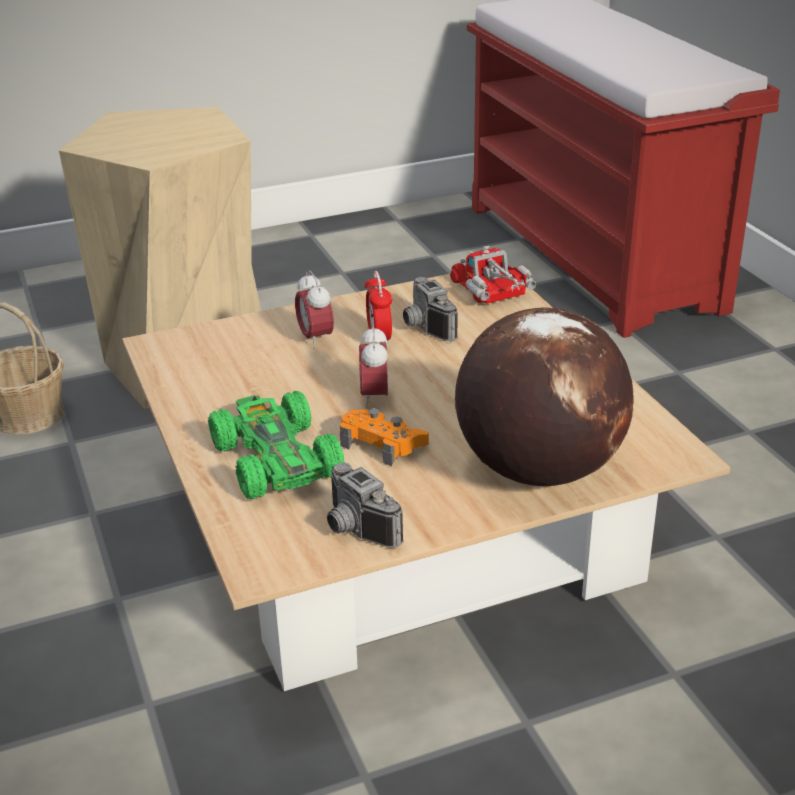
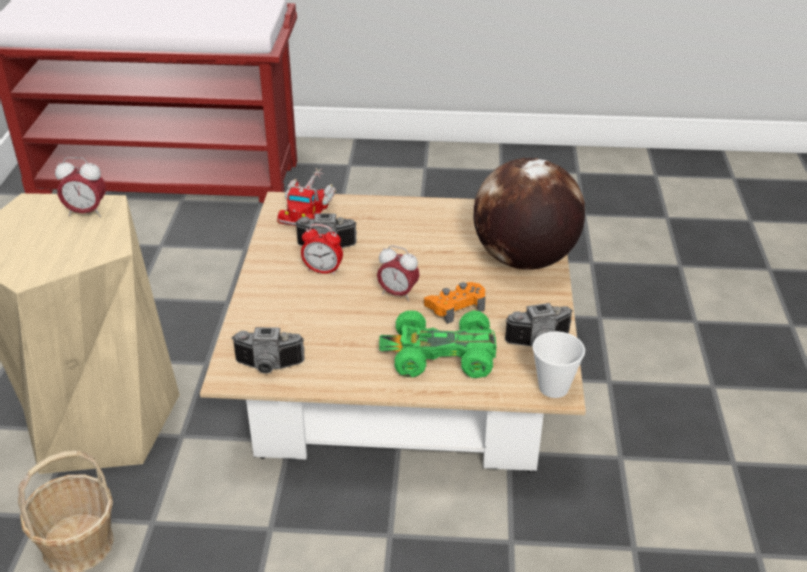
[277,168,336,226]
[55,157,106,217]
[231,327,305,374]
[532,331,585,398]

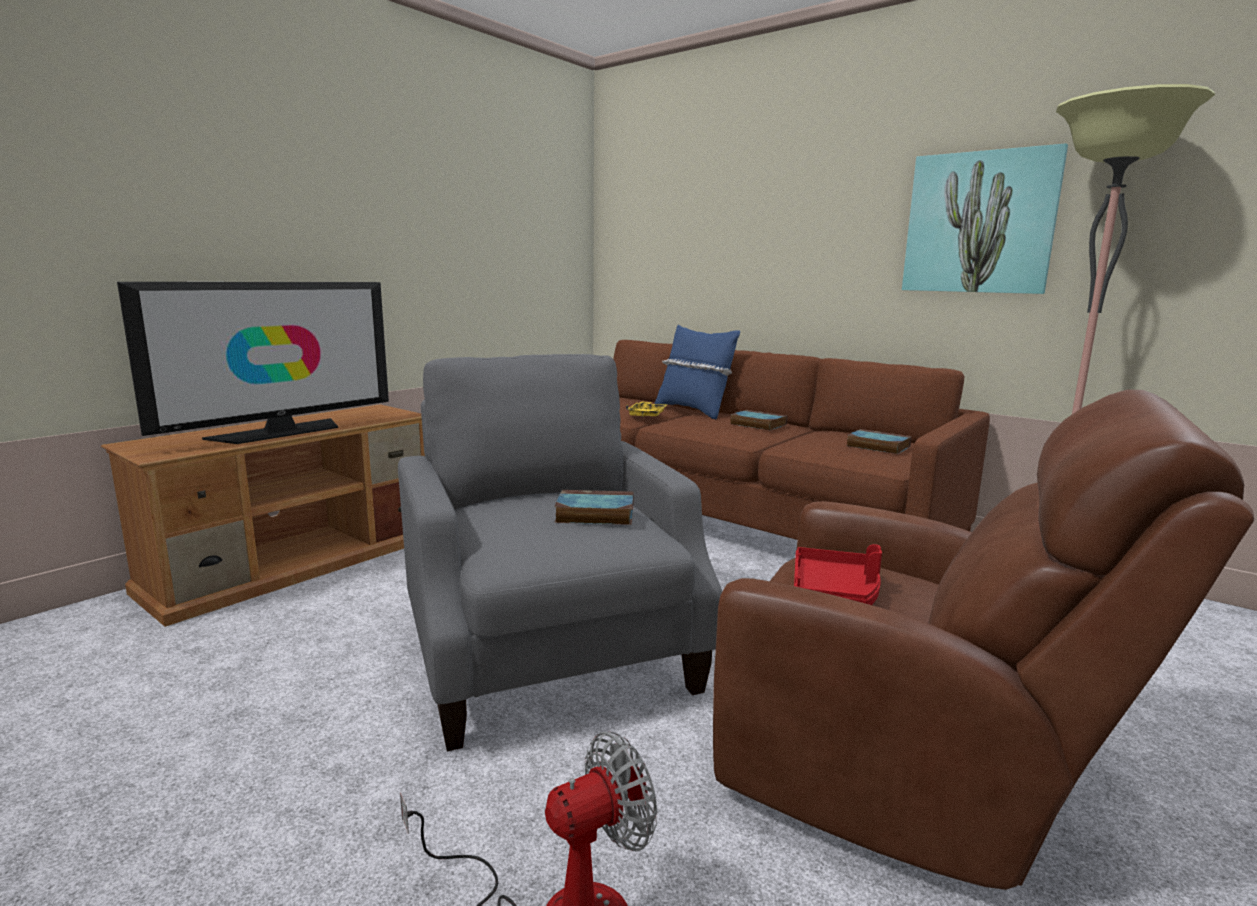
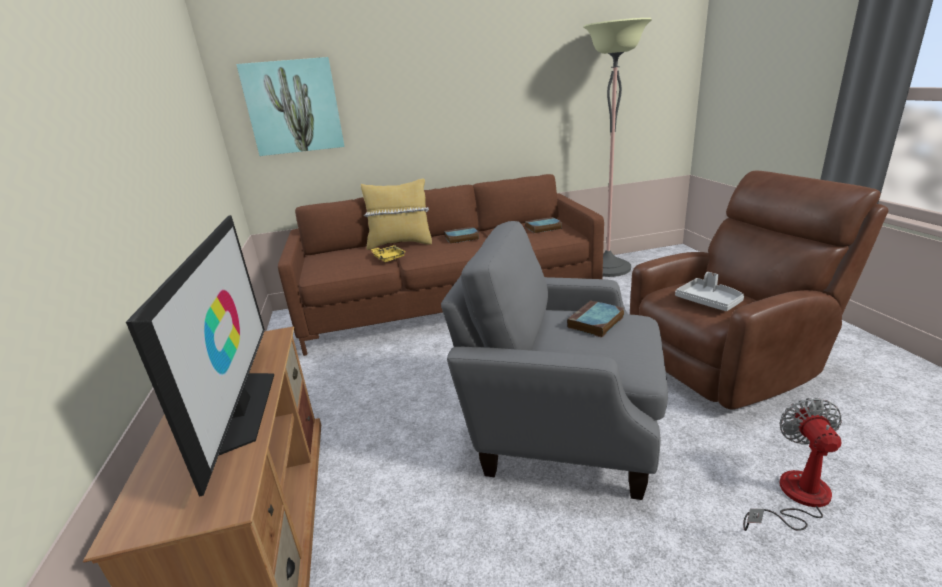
[236,57,345,156]
[361,178,432,250]
[675,272,744,311]

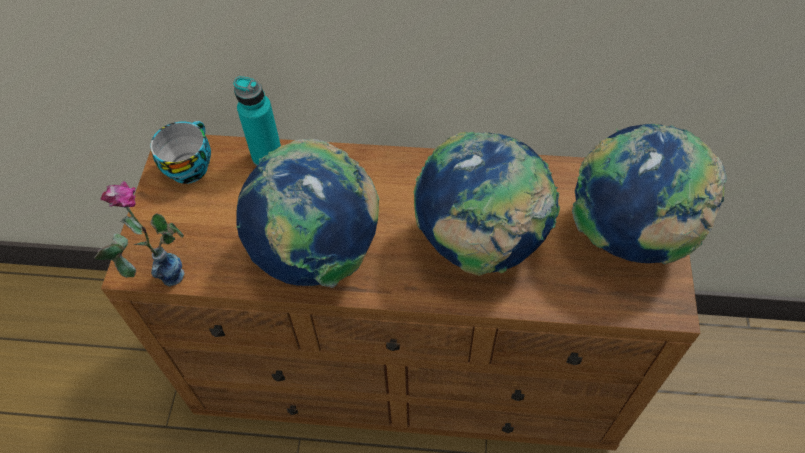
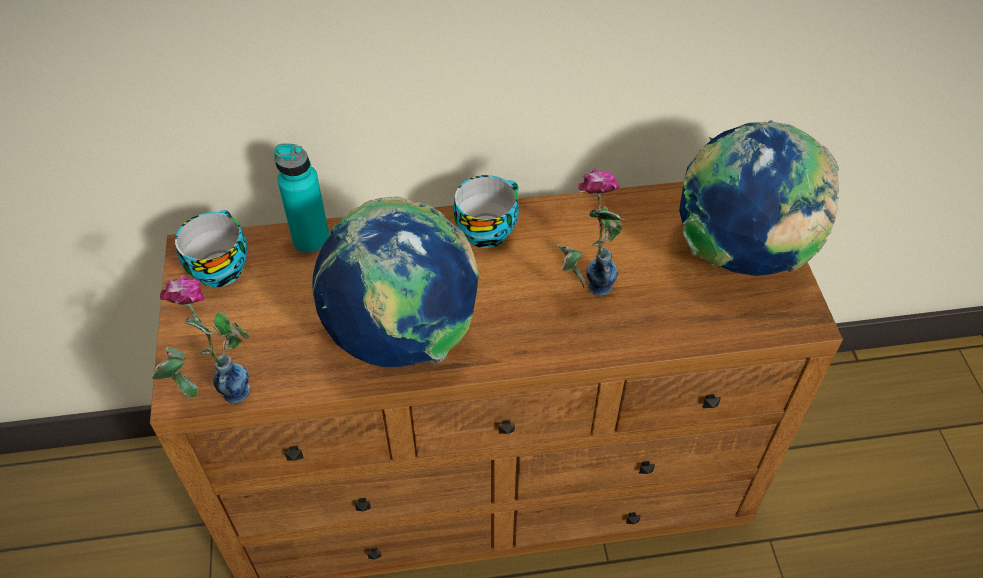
[557,168,625,296]
[454,175,519,248]

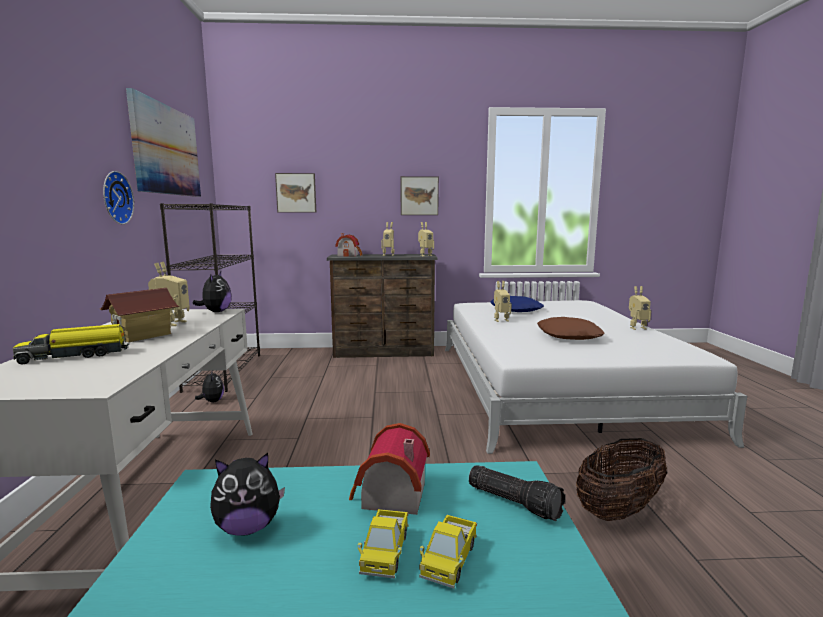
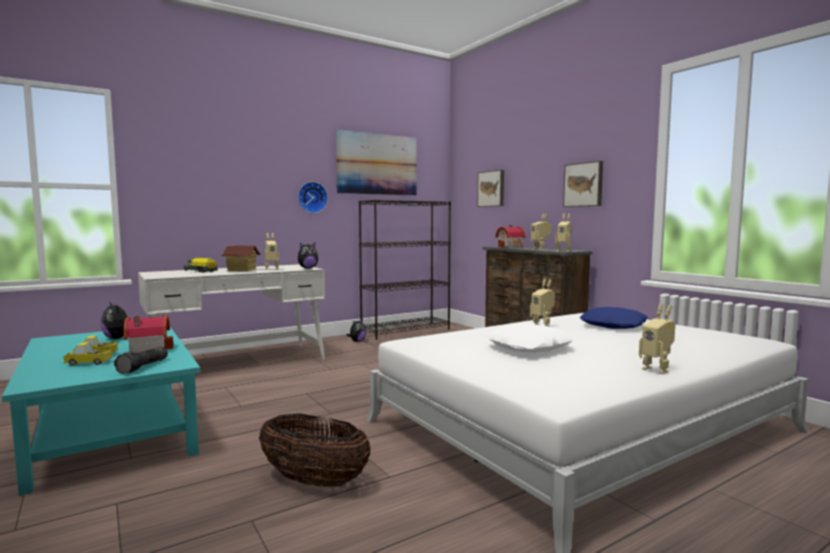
[486,324,573,352]

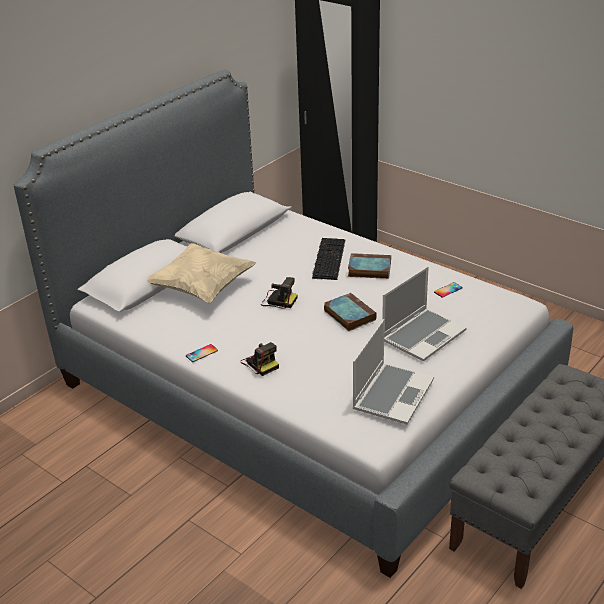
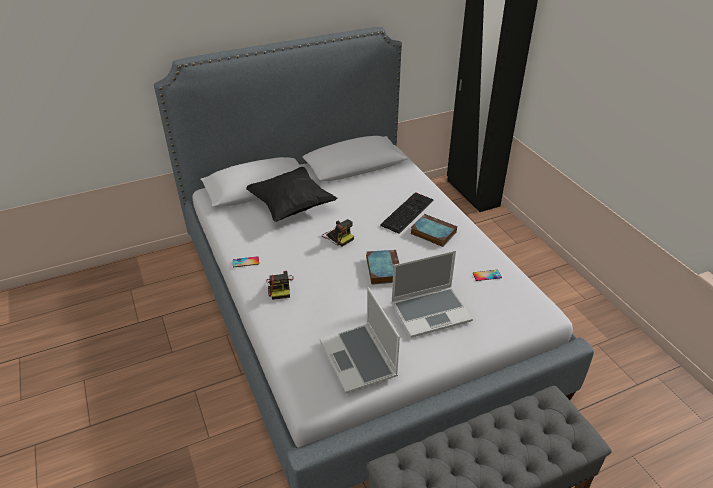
[246,167,338,222]
[320,287,400,393]

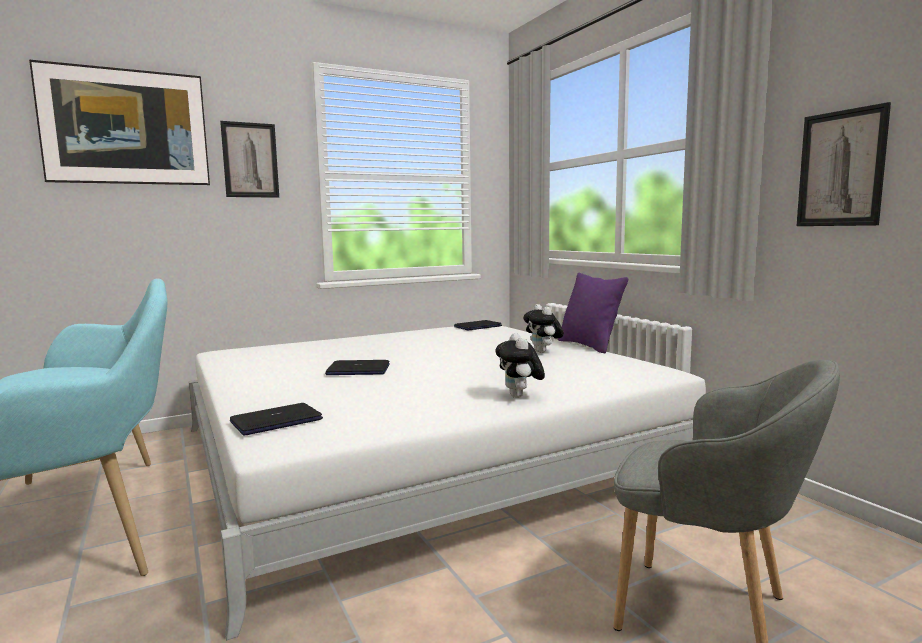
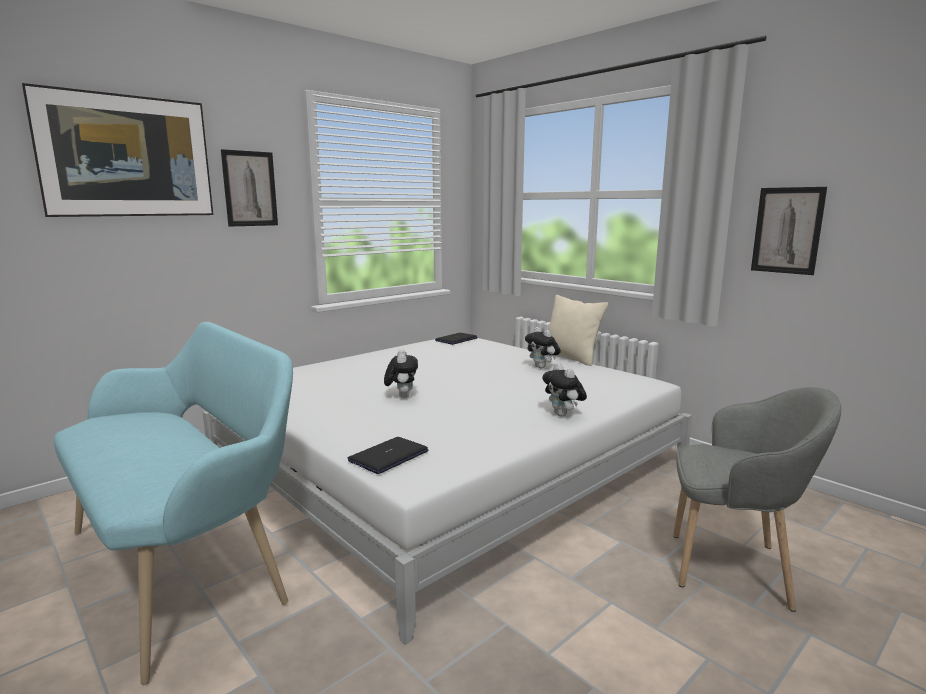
[548,295,608,366]
[384,349,418,398]

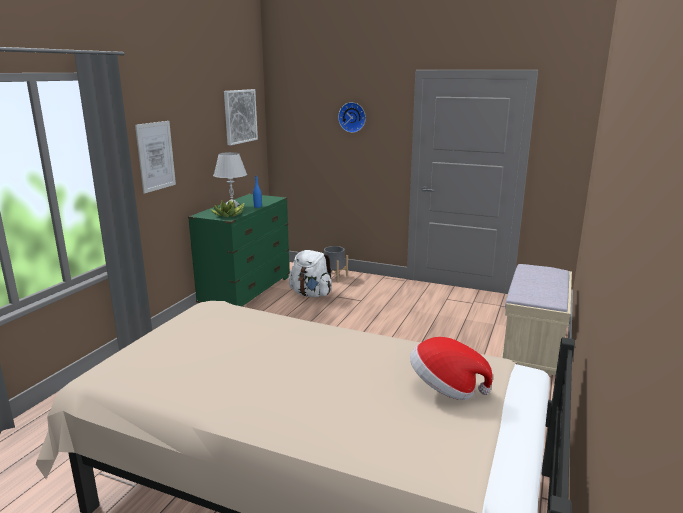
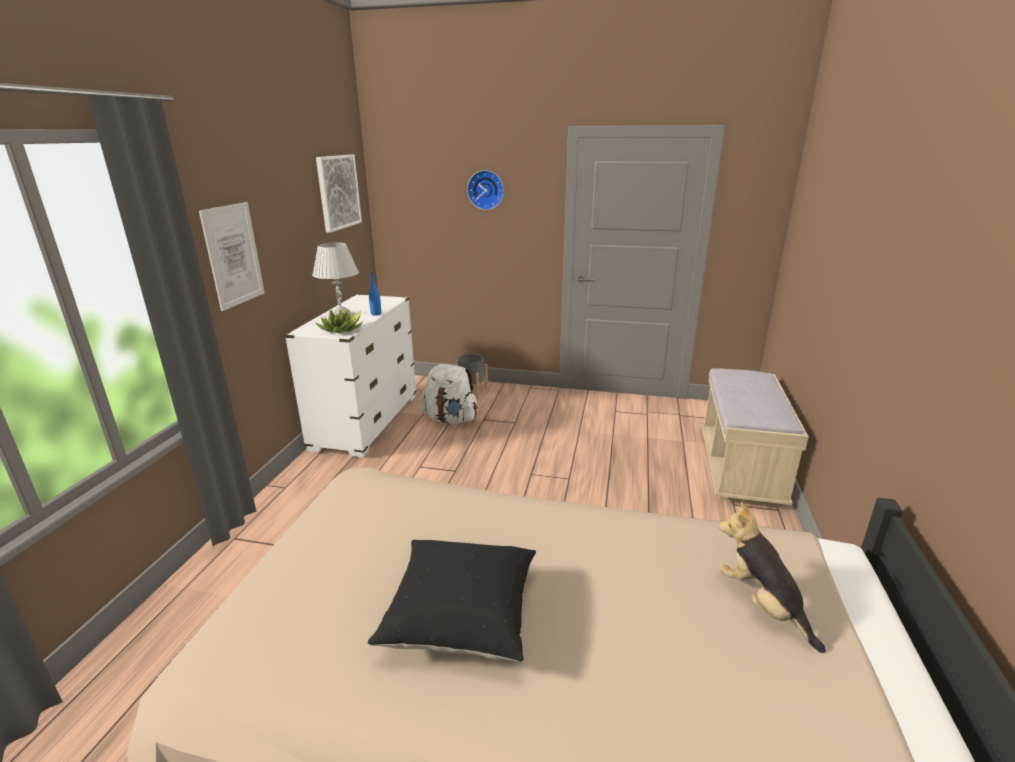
[284,294,417,458]
[719,502,826,653]
[368,540,536,662]

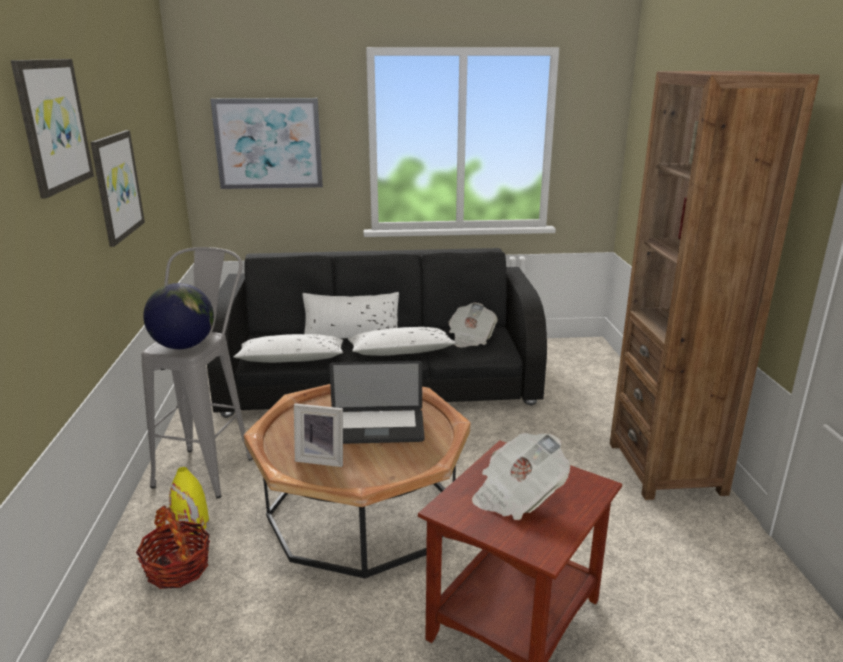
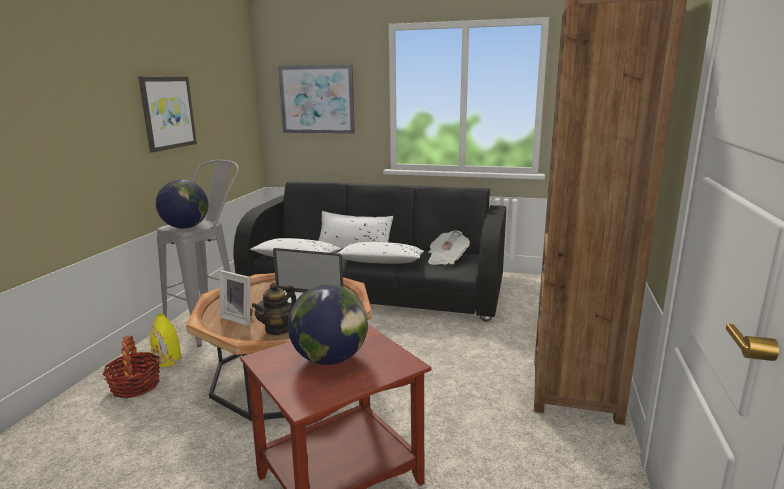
[11,59,94,199] (first image)
[288,284,368,365]
[252,283,296,335]

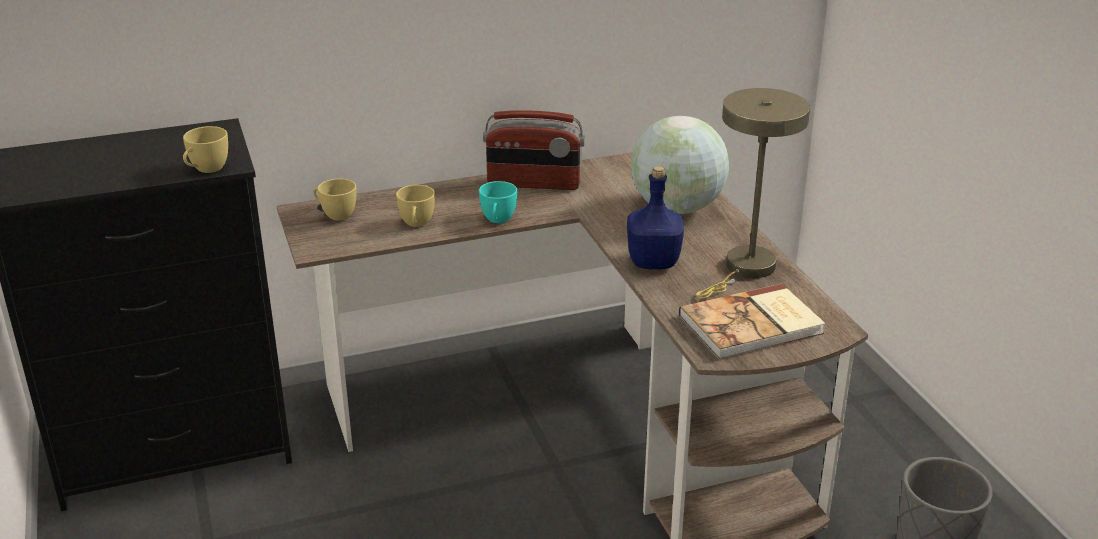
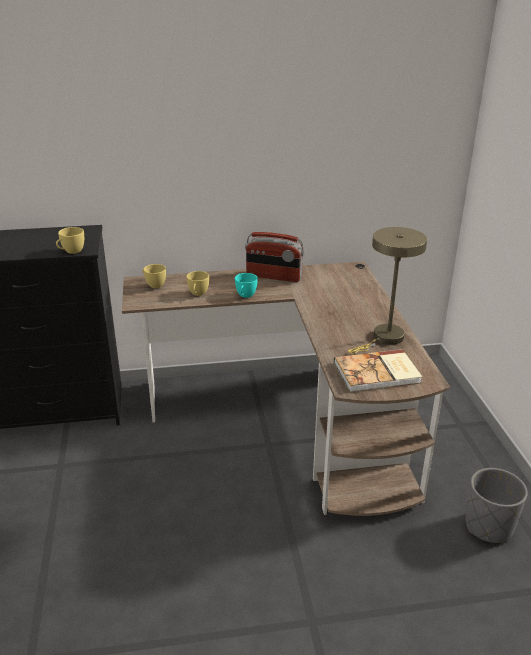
[631,116,729,214] (first image)
[627,166,684,270] (first image)

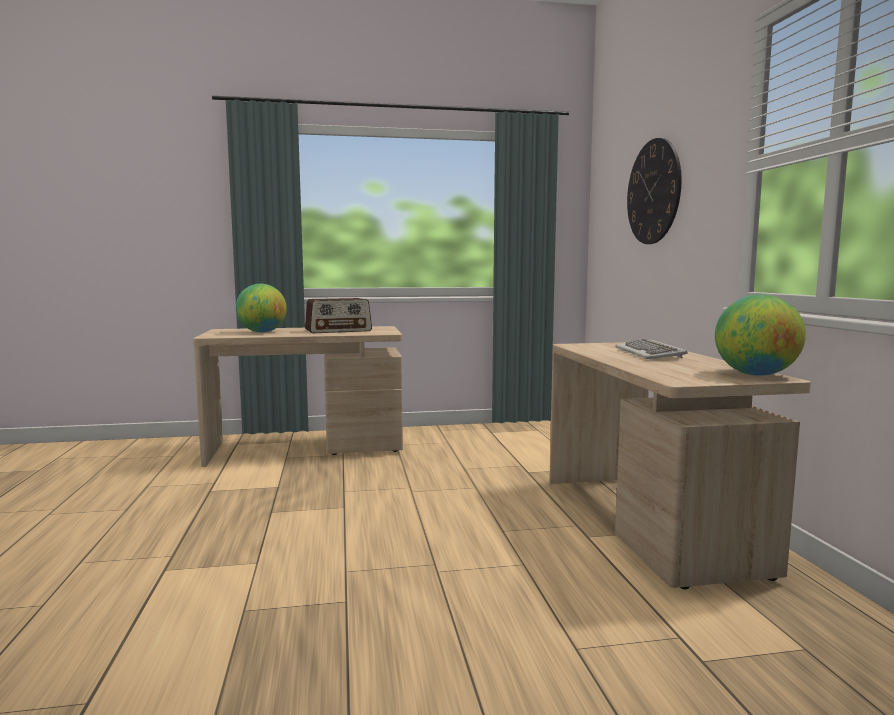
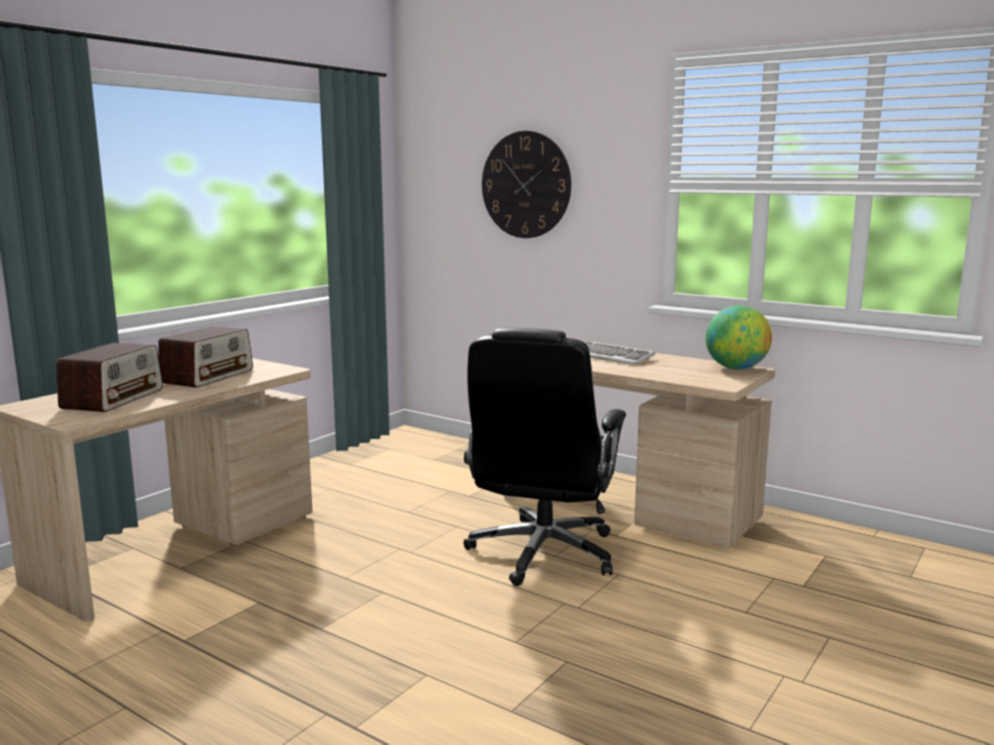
[56,343,163,412]
[464,328,626,586]

